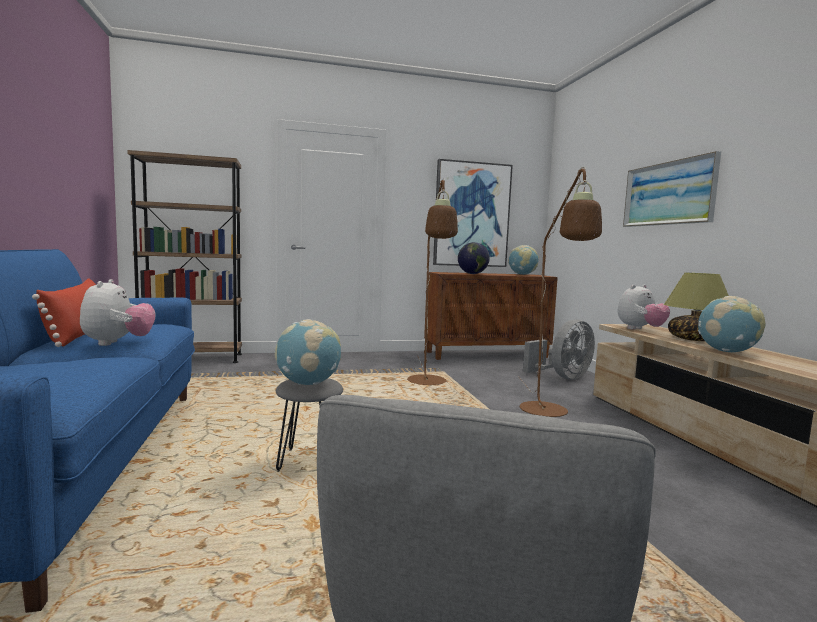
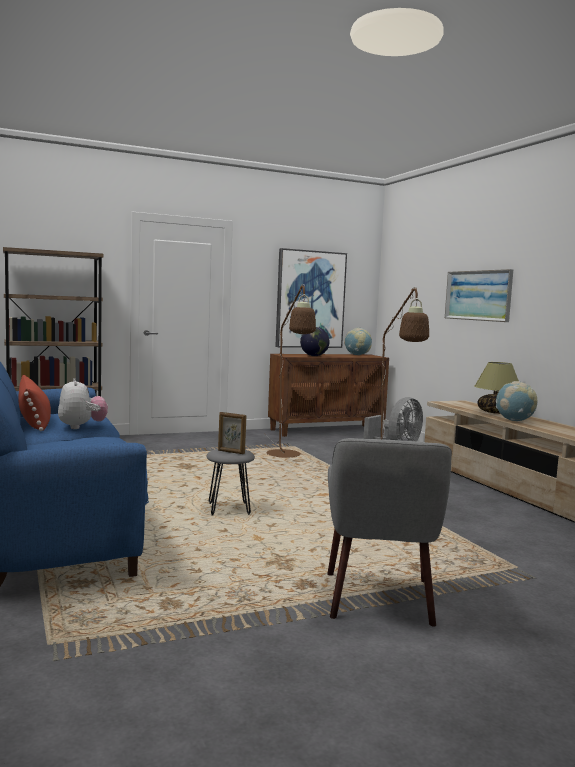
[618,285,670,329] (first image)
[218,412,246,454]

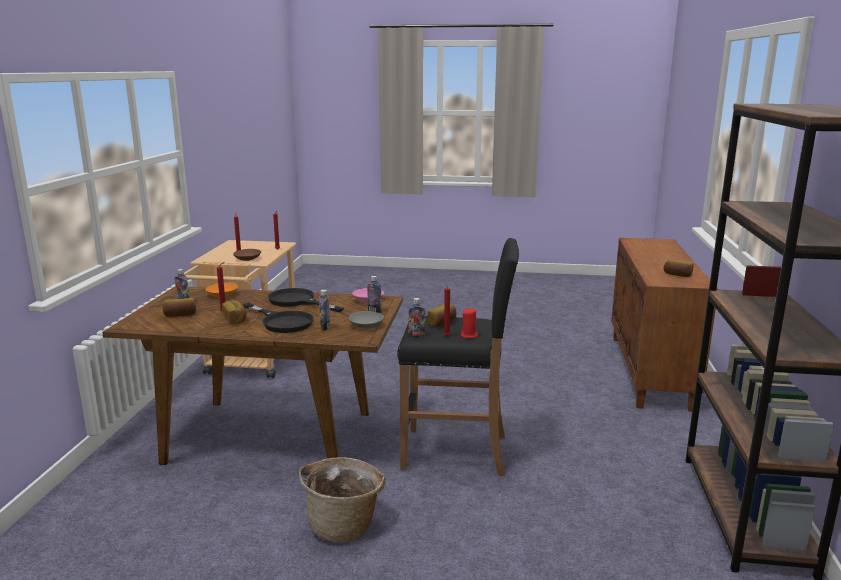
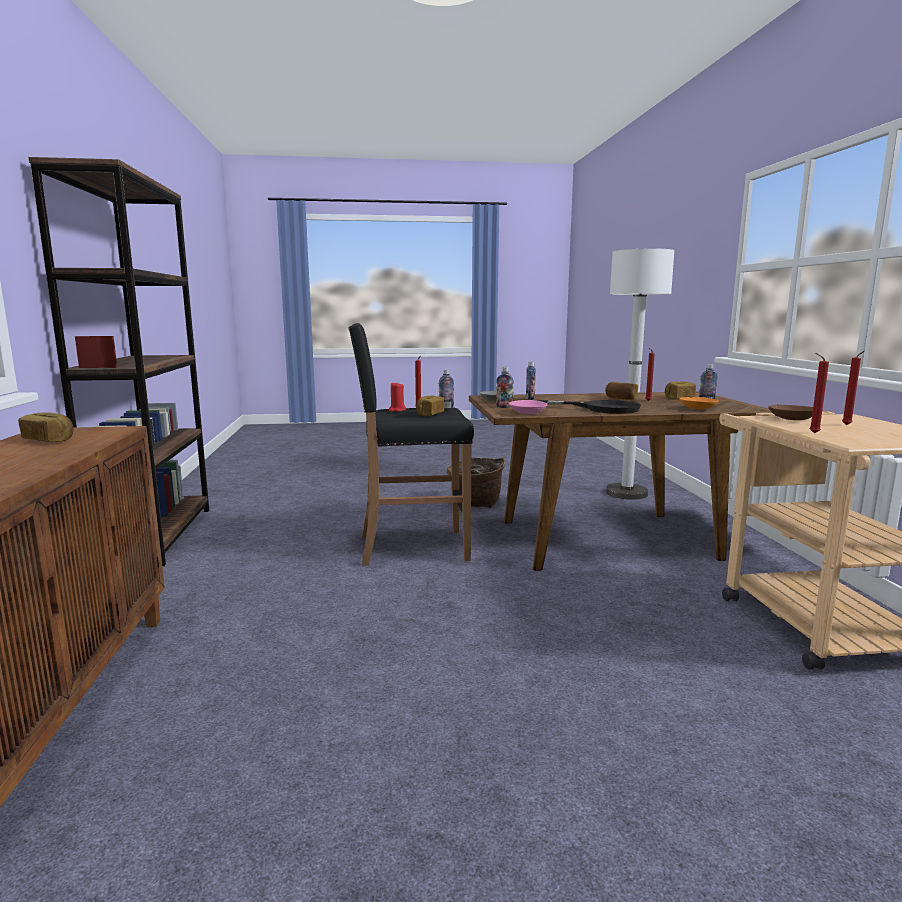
[242,303,314,333] (first image)
[606,249,675,500]

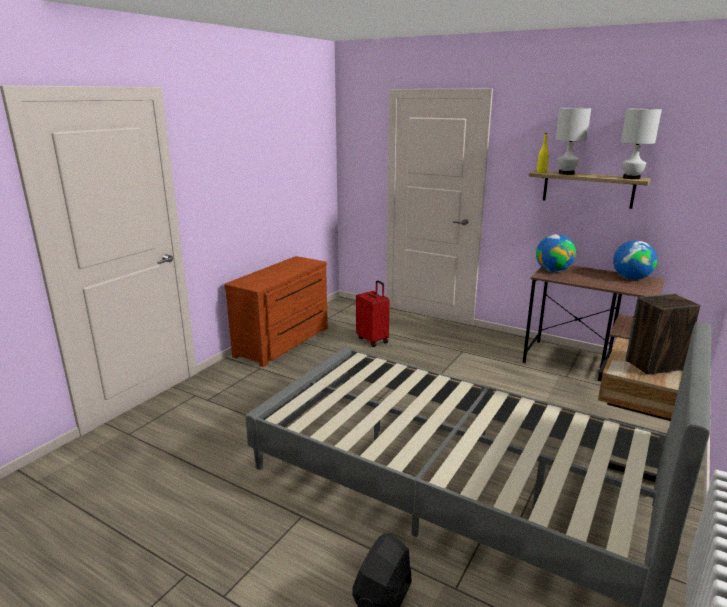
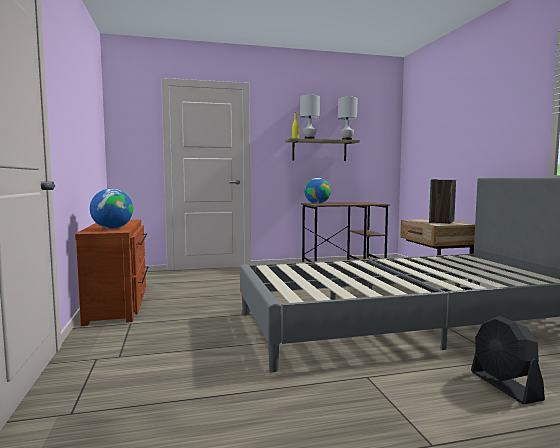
[90,189,133,229]
[356,280,390,347] (first image)

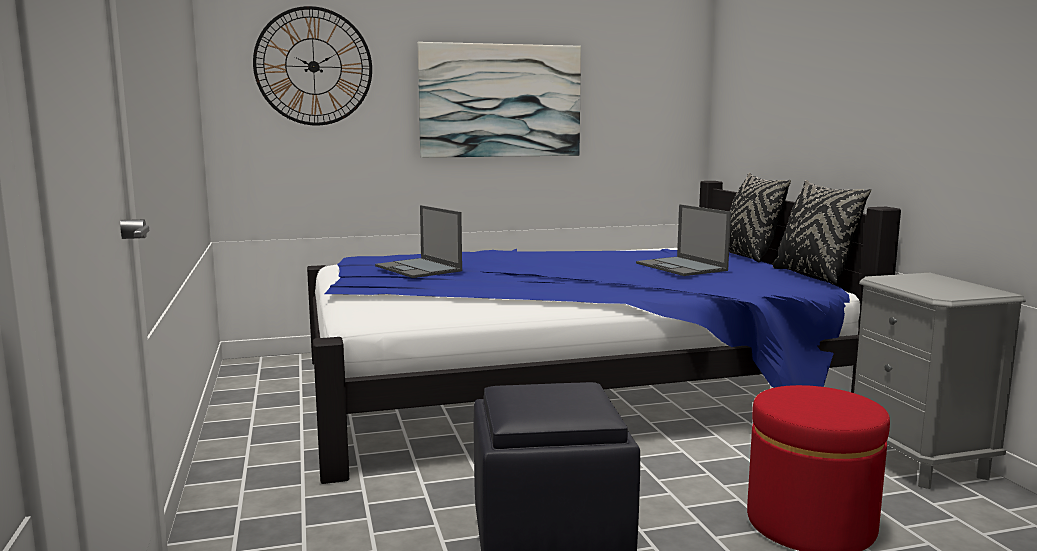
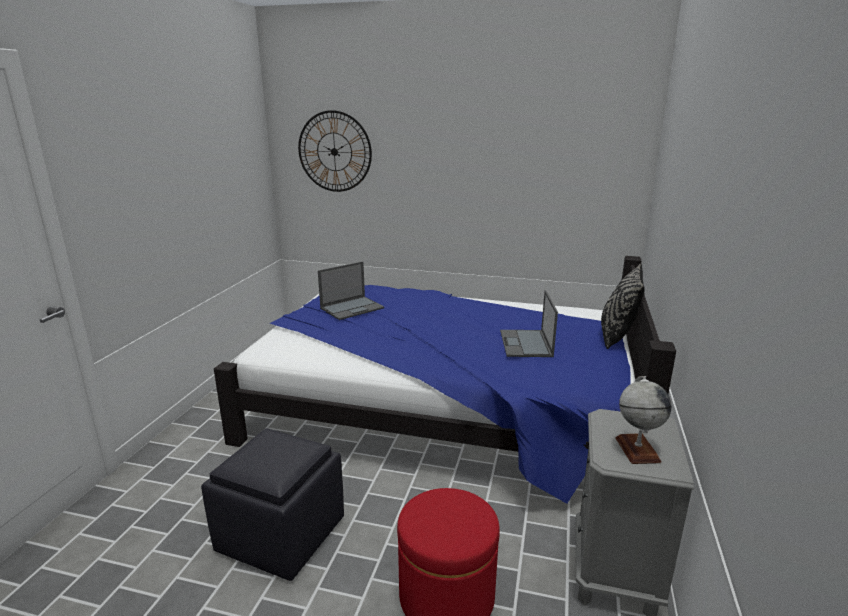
[418,42,581,158] (first image)
[773,180,871,284] (first image)
[318,261,384,320]
[615,376,672,464]

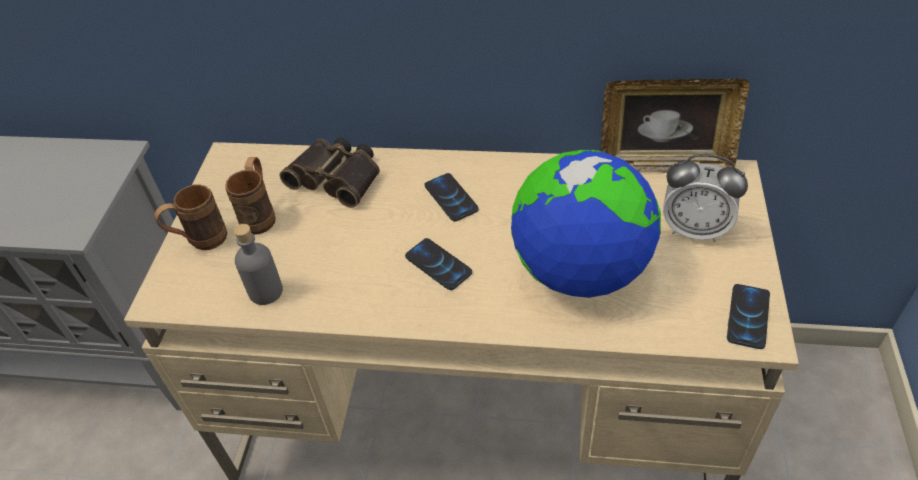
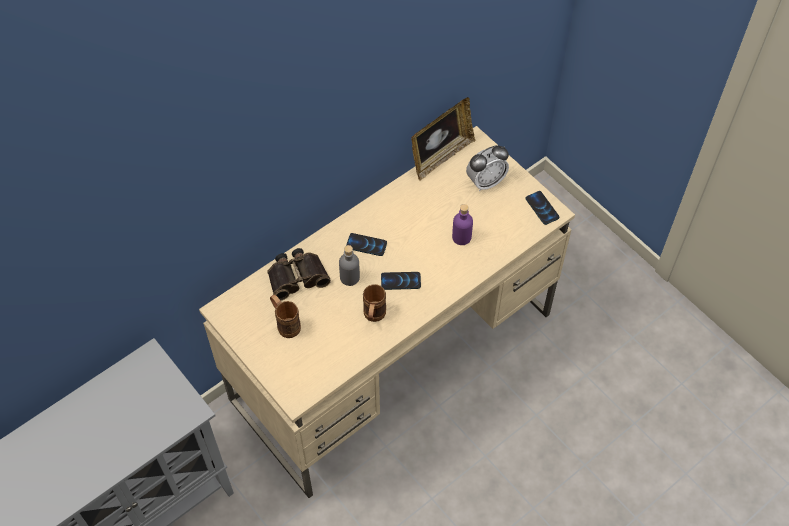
[452,204,473,245]
[363,284,386,322]
[339,245,360,286]

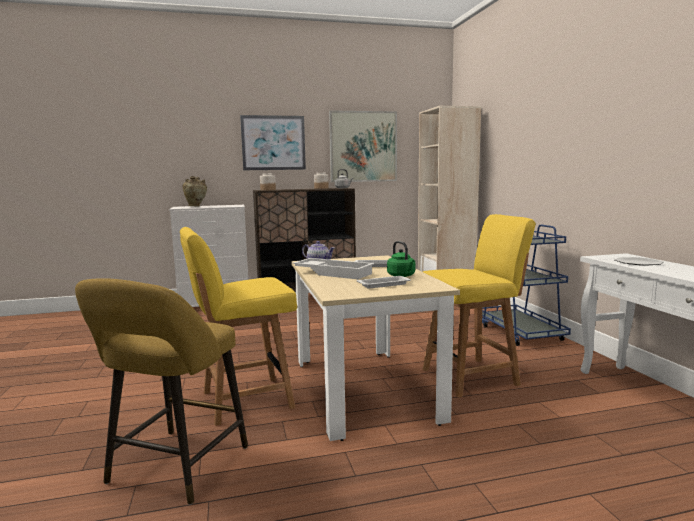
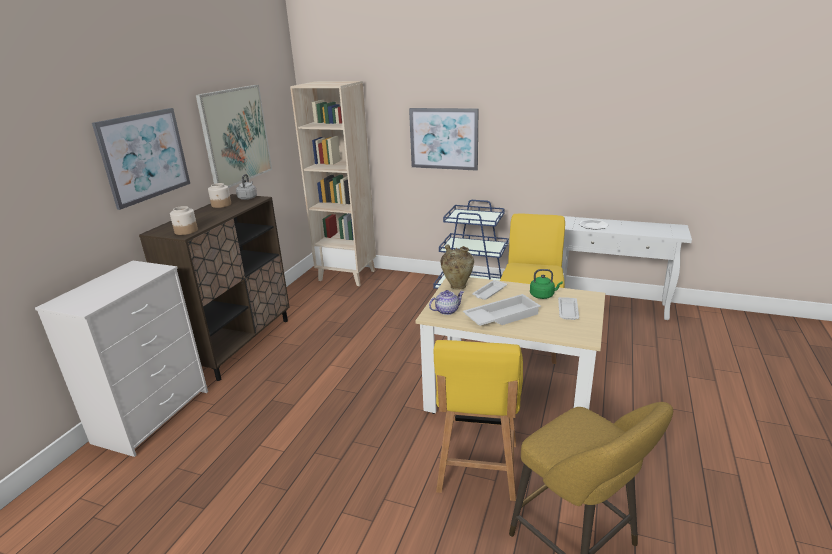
[441,244,474,289]
[409,108,478,171]

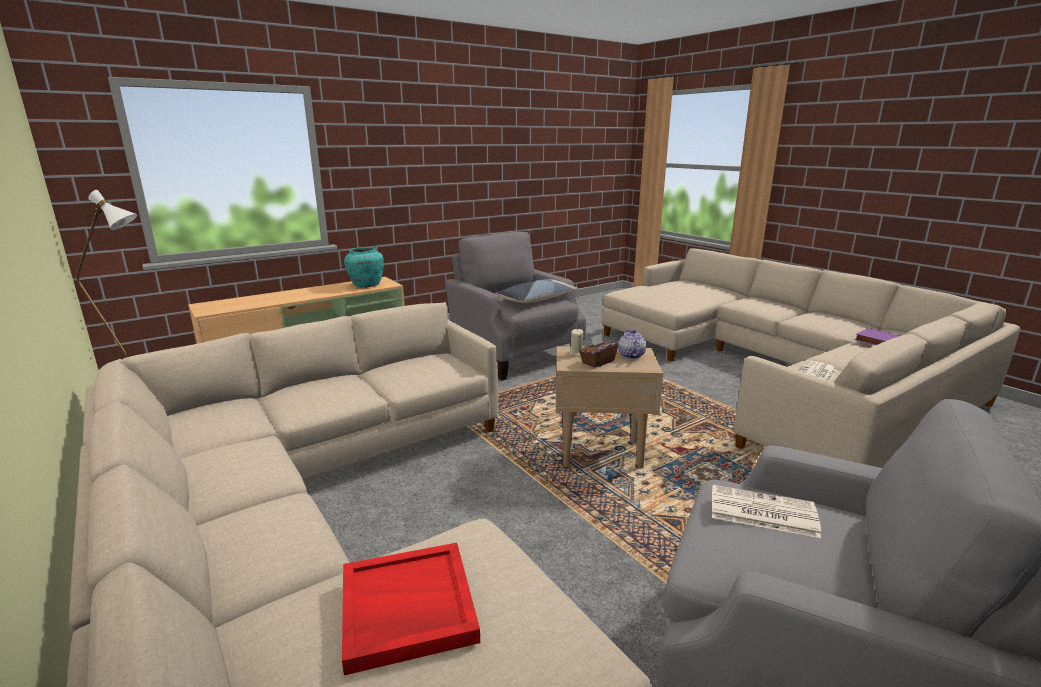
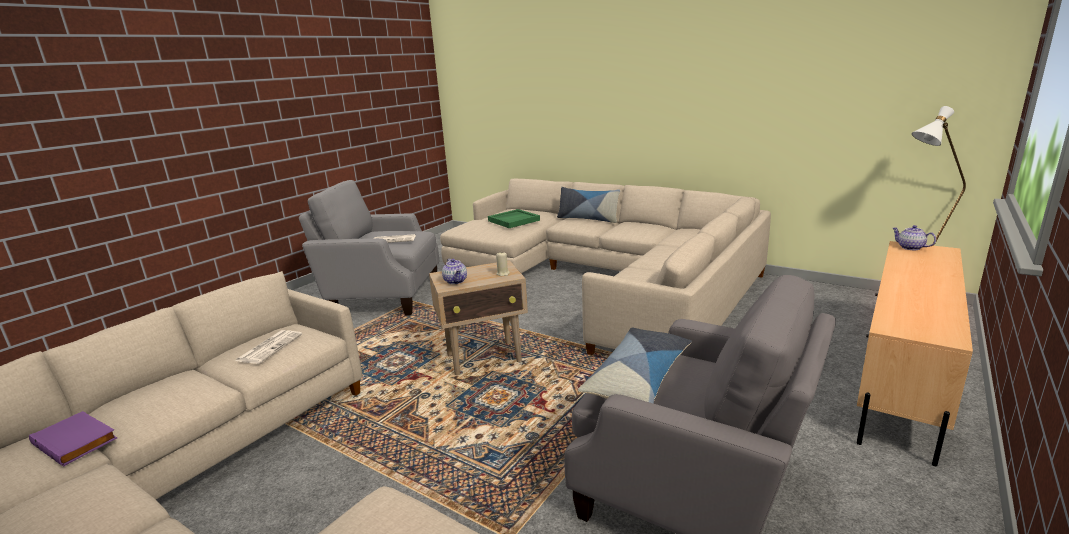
[344,247,384,288] (first image)
[579,334,618,368] (first image)
[488,209,540,228]
[557,187,620,223]
[892,225,936,250]

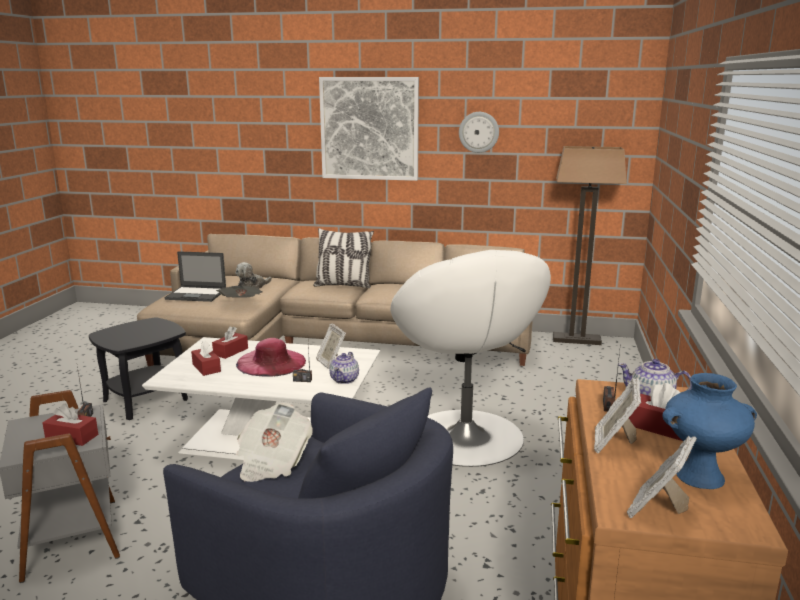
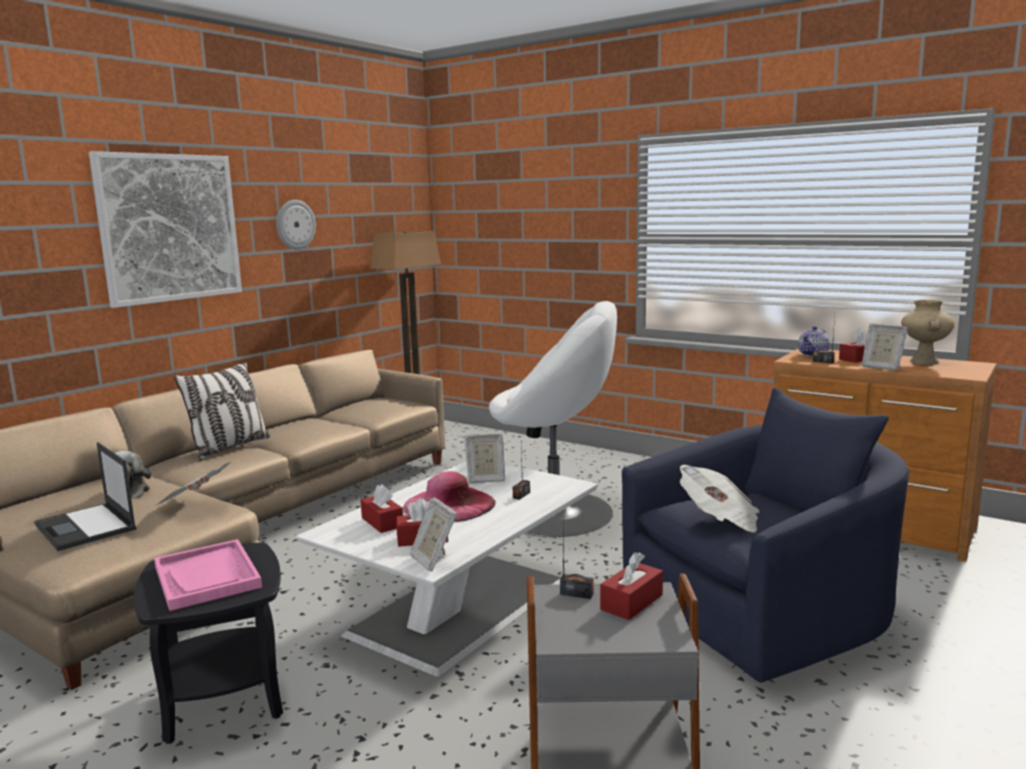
[34,442,136,551]
[329,352,359,384] (first image)
[901,300,955,365]
[409,497,457,572]
[154,539,262,611]

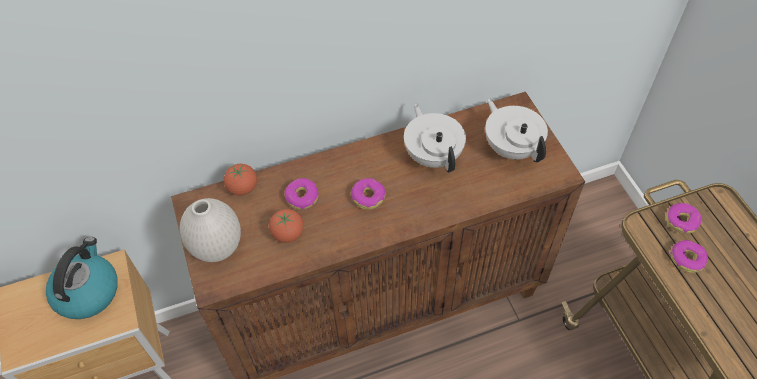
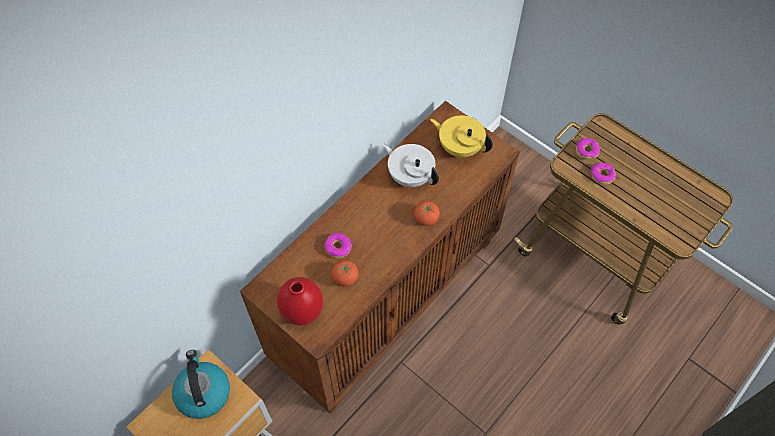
[430,115,493,158]
[414,201,440,226]
[351,178,386,210] (first image)
[277,277,323,325]

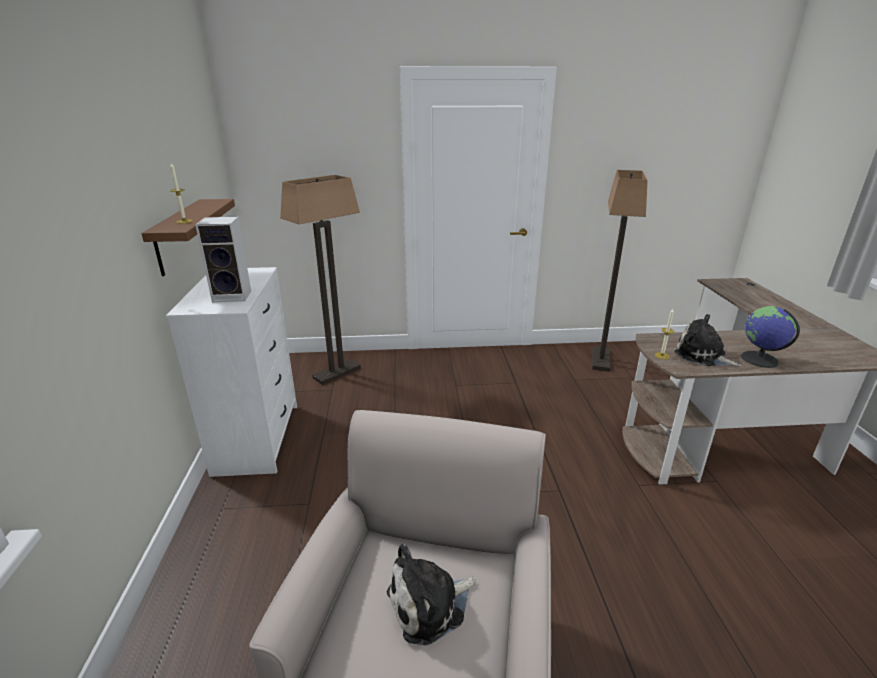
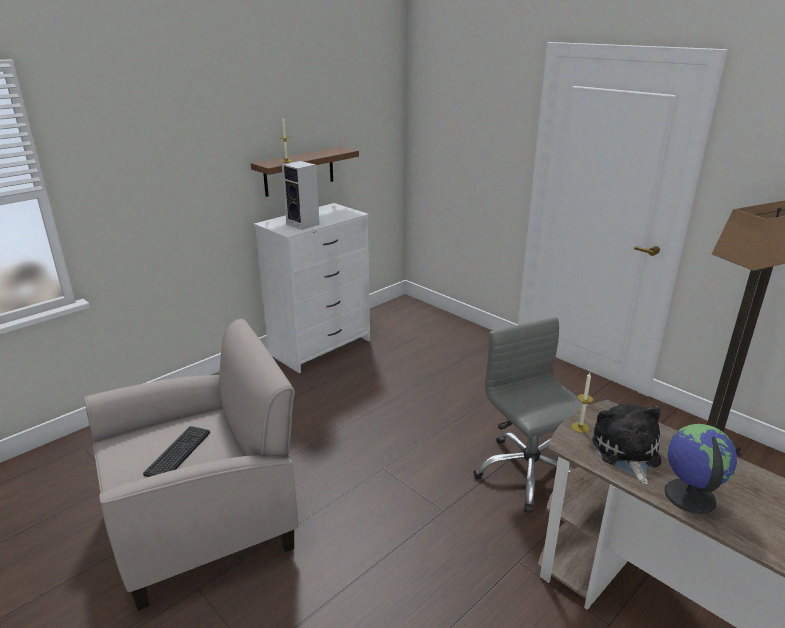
[280,175,361,385] (first image)
[143,426,210,477]
[473,317,589,513]

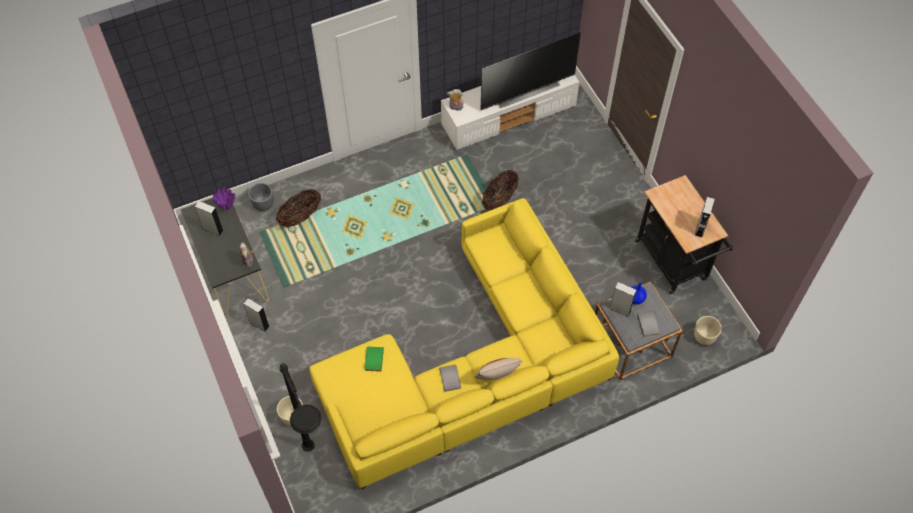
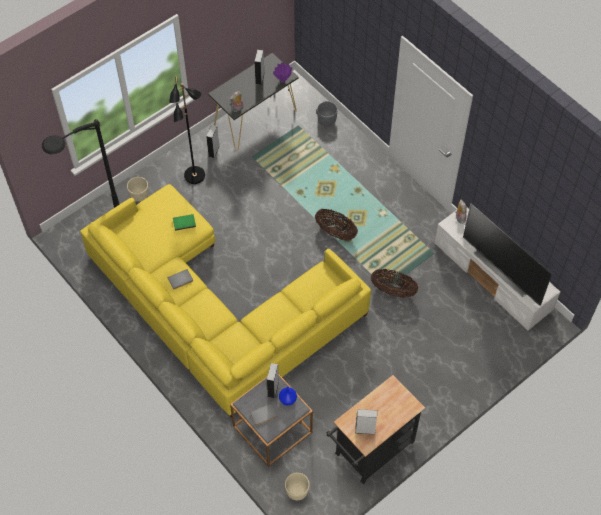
[315,209,358,240]
[475,358,522,380] (first image)
[169,76,205,184]

